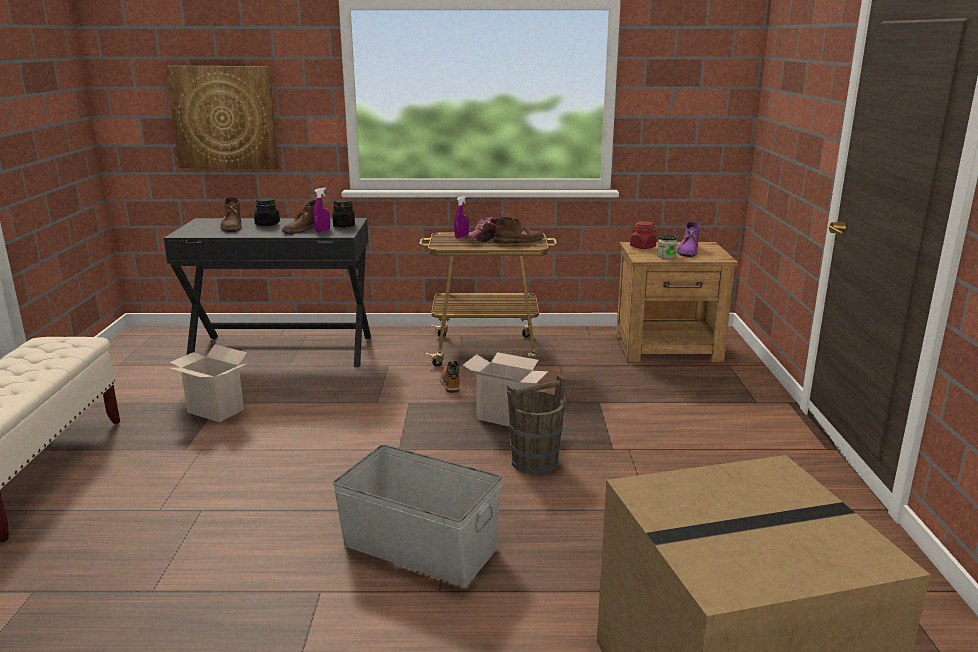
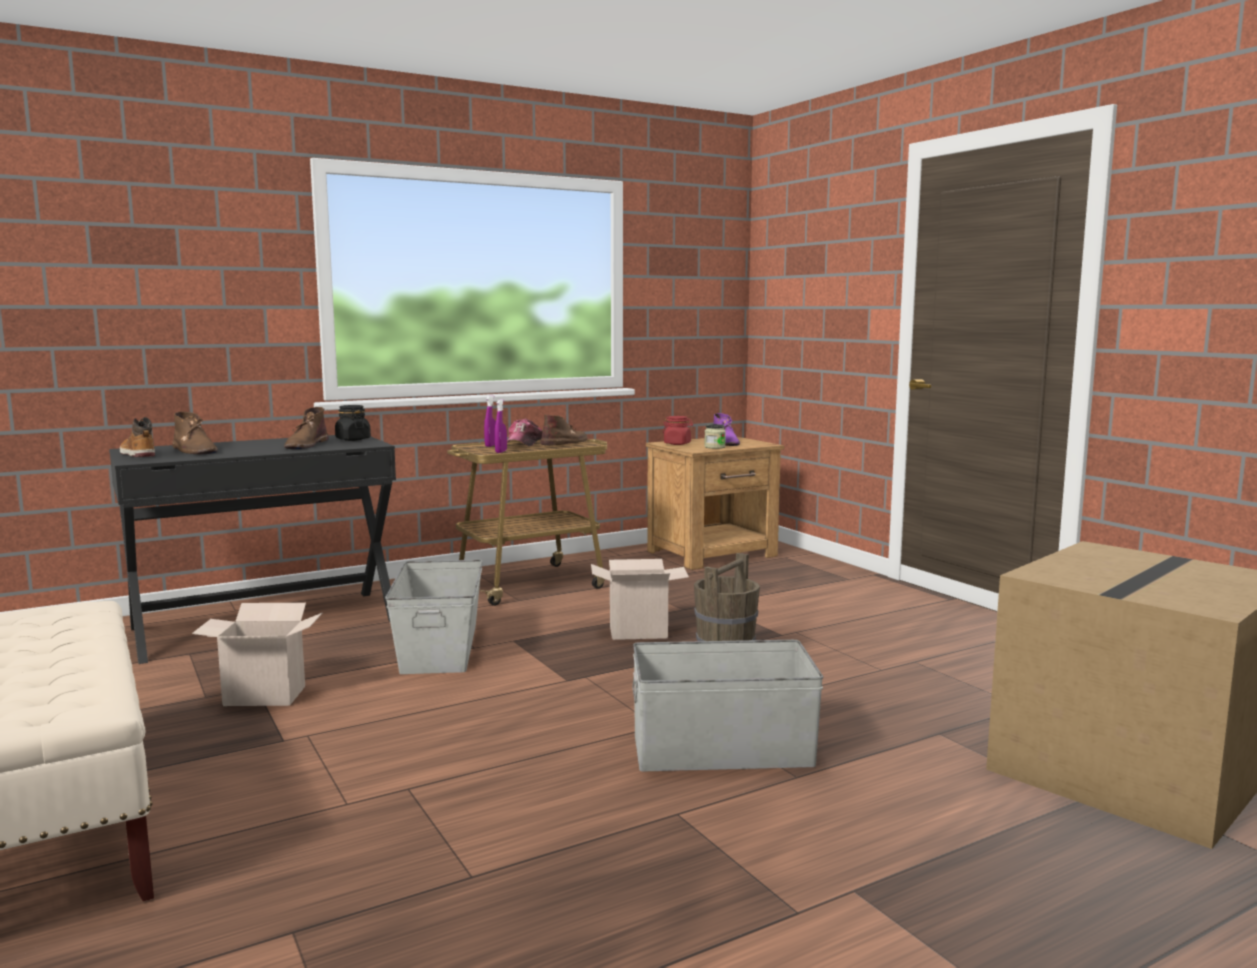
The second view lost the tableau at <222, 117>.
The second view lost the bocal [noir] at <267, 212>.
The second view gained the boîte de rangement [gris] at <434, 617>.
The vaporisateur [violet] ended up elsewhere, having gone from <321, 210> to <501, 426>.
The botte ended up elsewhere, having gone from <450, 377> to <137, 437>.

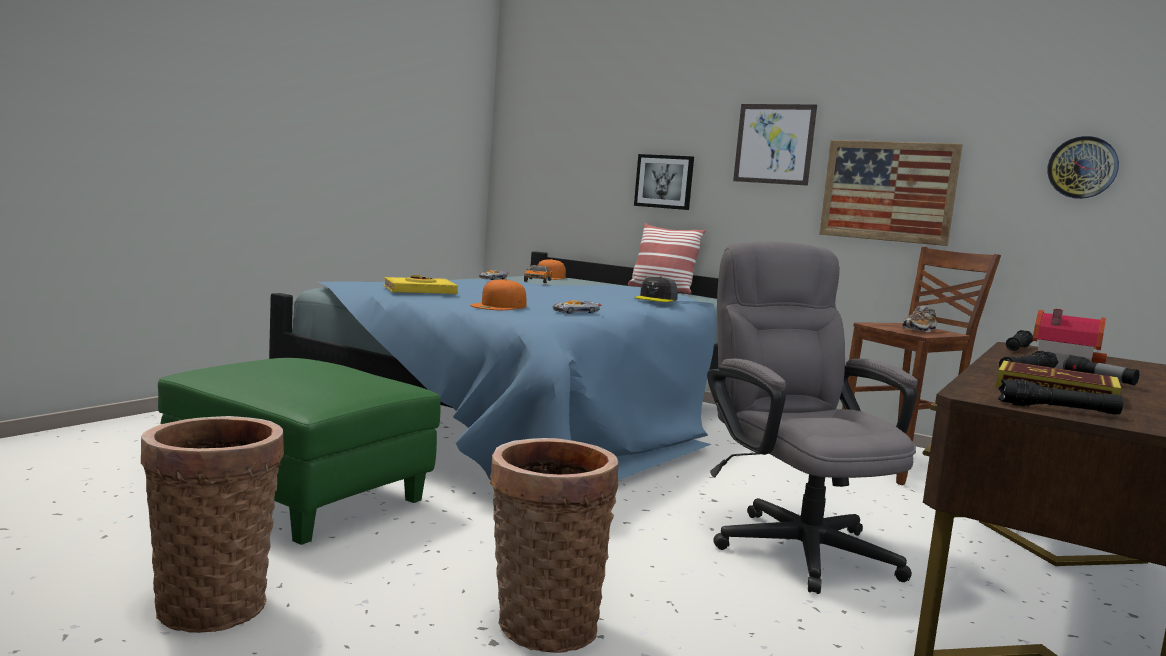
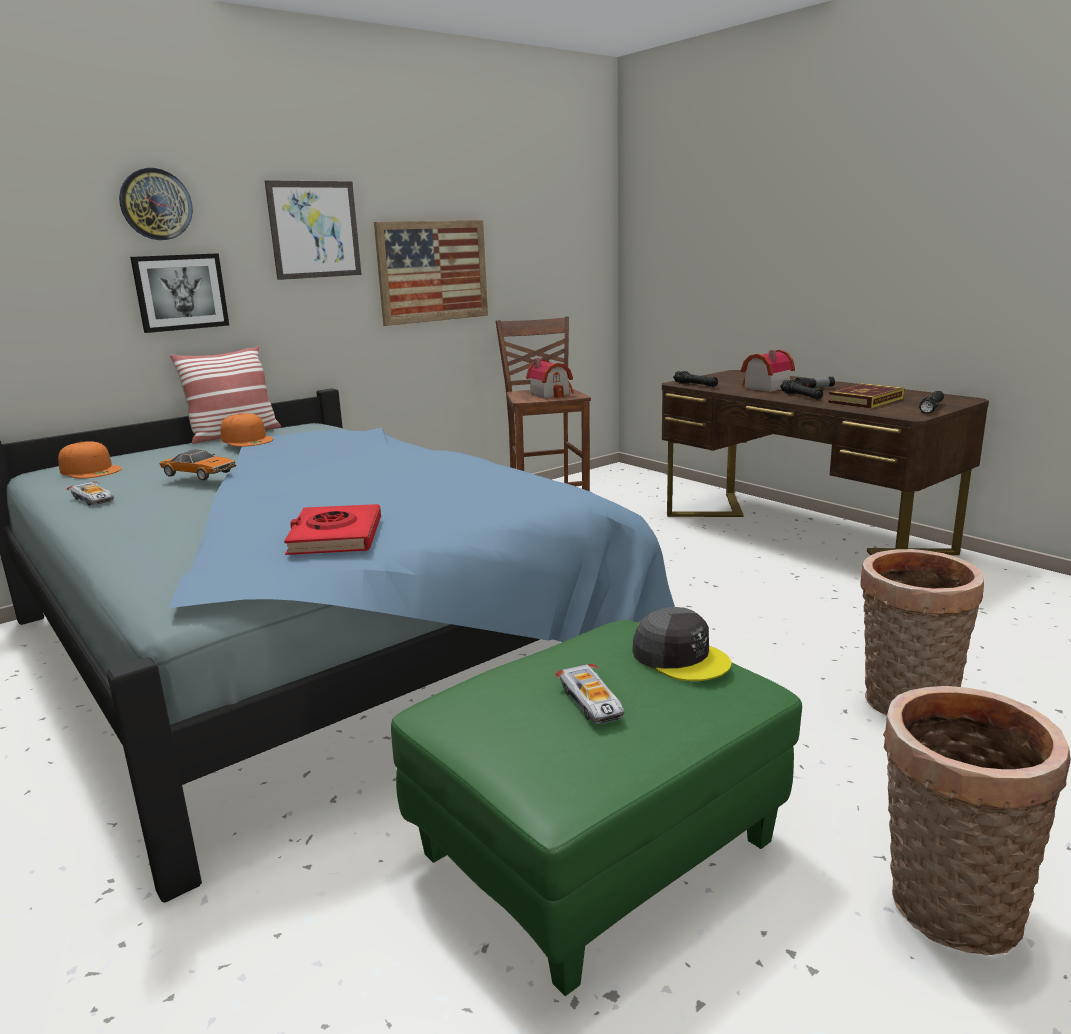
The second view lost the chaise de bureau [gris] at <812, 417>.
The casquette [orange] ended up elsewhere, having gone from <498, 294> to <246, 430>.
The petite voiture ended up elsewhere, having gone from <577, 307> to <589, 694>.
The casquette [gris] ended up elsewhere, having gone from <656, 289> to <682, 644>.
The horloge murale ended up elsewhere, having gone from <1083, 167> to <156, 204>.
Where the chaussure stood at <919, 319>, the maison miniature came to stand at <549, 378>.
What was the livre [jaune] at <421, 284> turned into the livre [rouge] at <332, 529>.

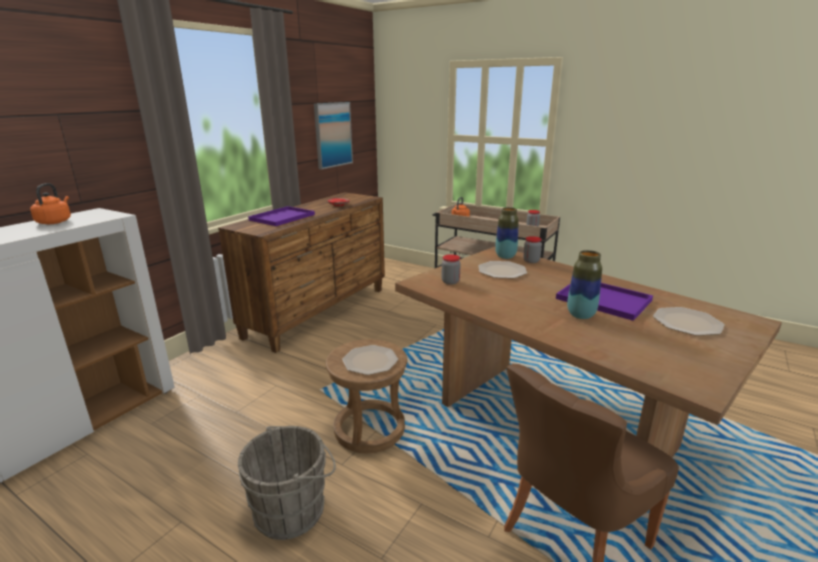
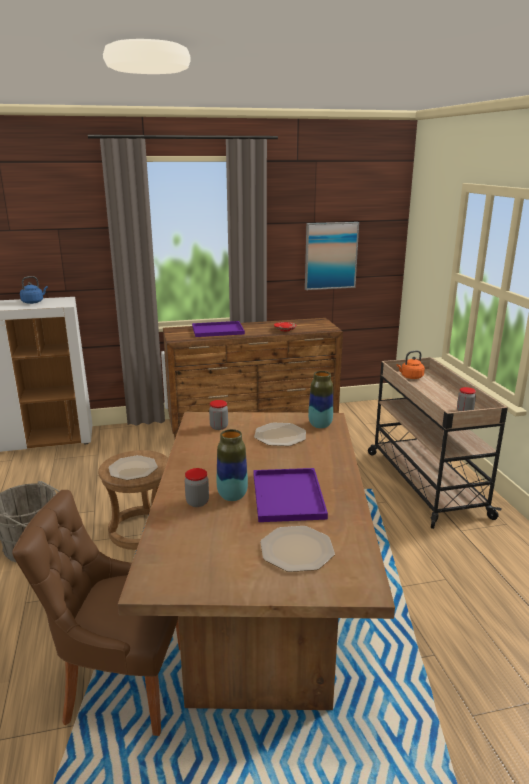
The bocal ended up elsewhere, having gone from <532, 249> to <197, 487>.
What was the bouilloire [orange] at <50, 203> turned into the bouilloire [bleu] at <34, 290>.

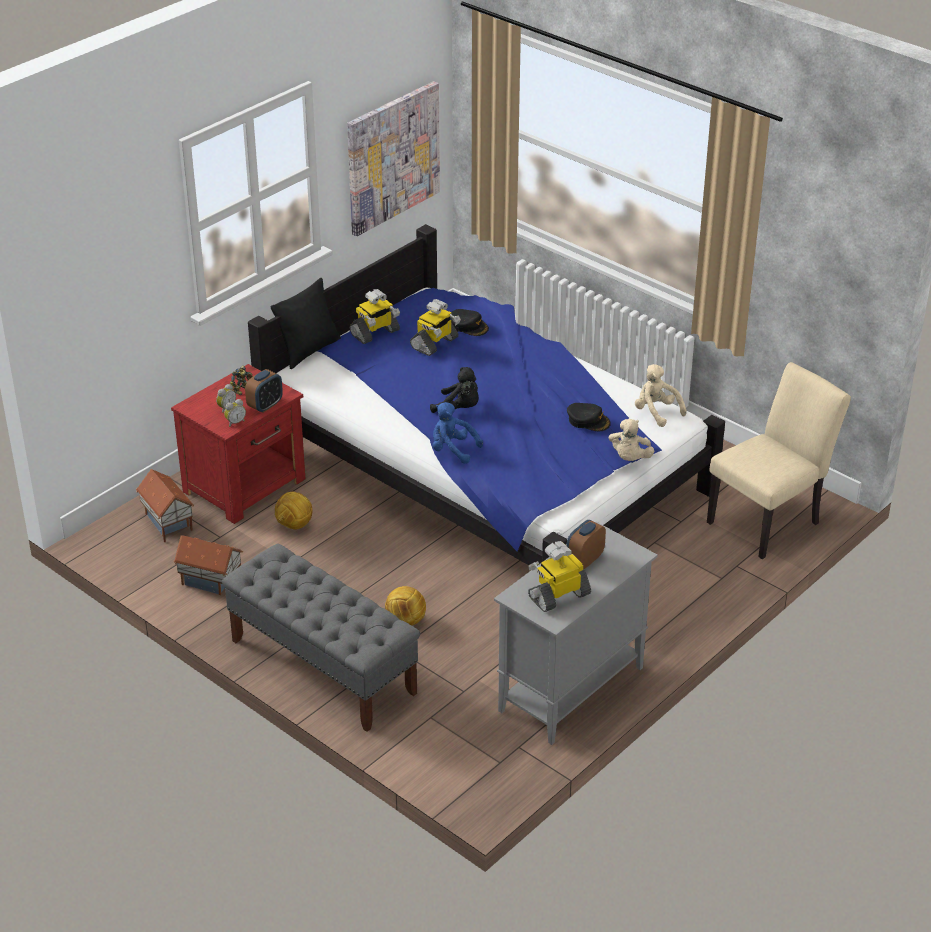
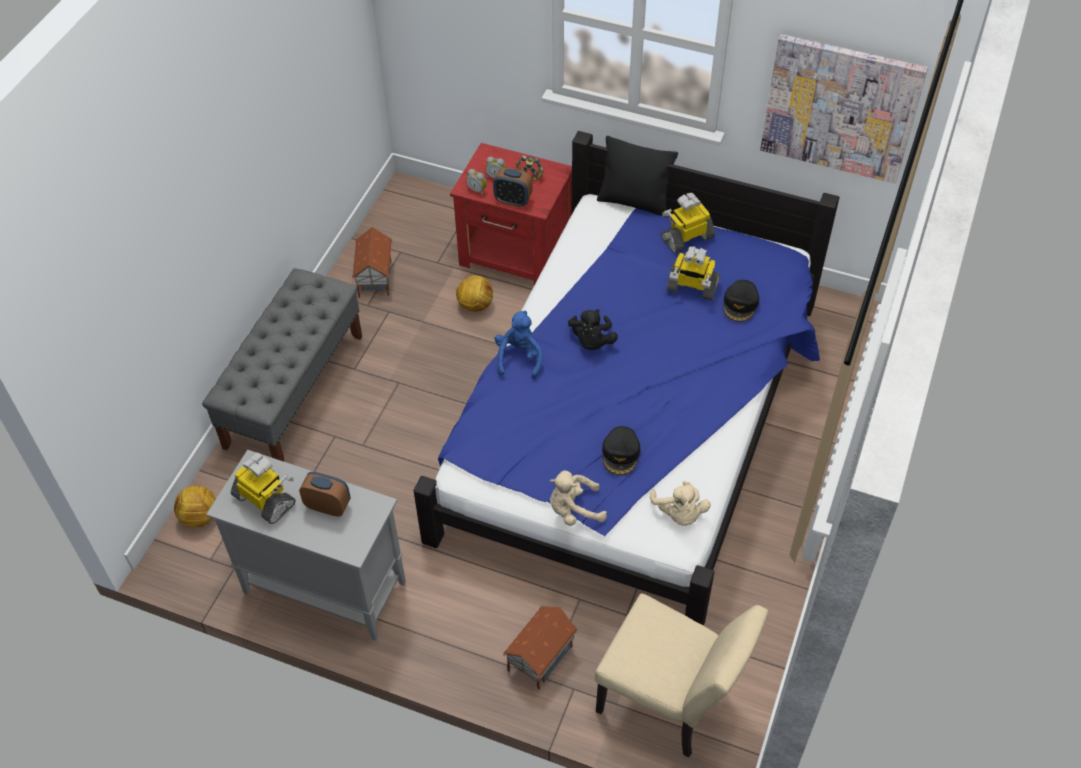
The maison miniature ended up elsewhere, having gone from <165, 505> to <540, 647>.
The ballon de foot ended up elsewhere, having gone from <405, 605> to <195, 507>.
The robot jouet at <375, 316> ended up facing another way, 120 degrees clockwise from before.
The peluche [beige] at <661, 395> ended up facing another way, 135 degrees clockwise from before.

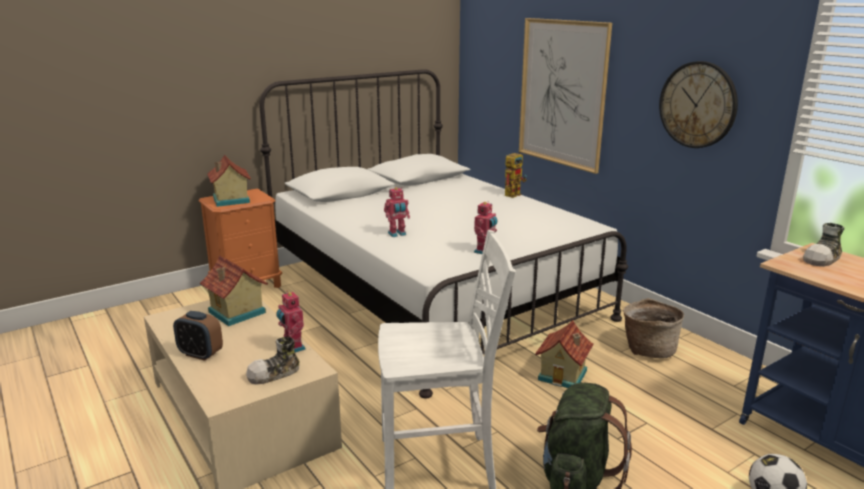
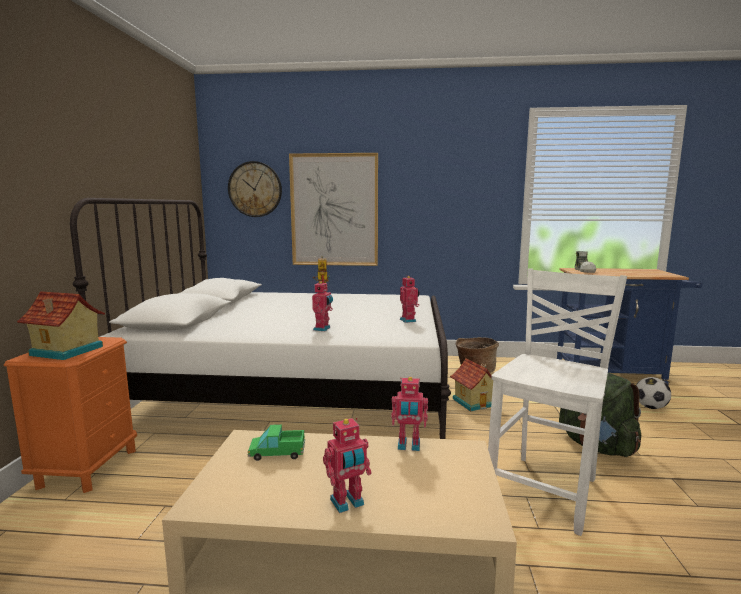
The second view lost the chaussure at <273, 361>.
The horloge murale ended up elsewhere, having gone from <698, 104> to <255, 189>.
Where the réveil stood at <198, 336>, the robot jouet came to stand at <347, 465>.
Where the maison miniature stood at <234, 291>, the camion jouet came to stand at <276, 442>.

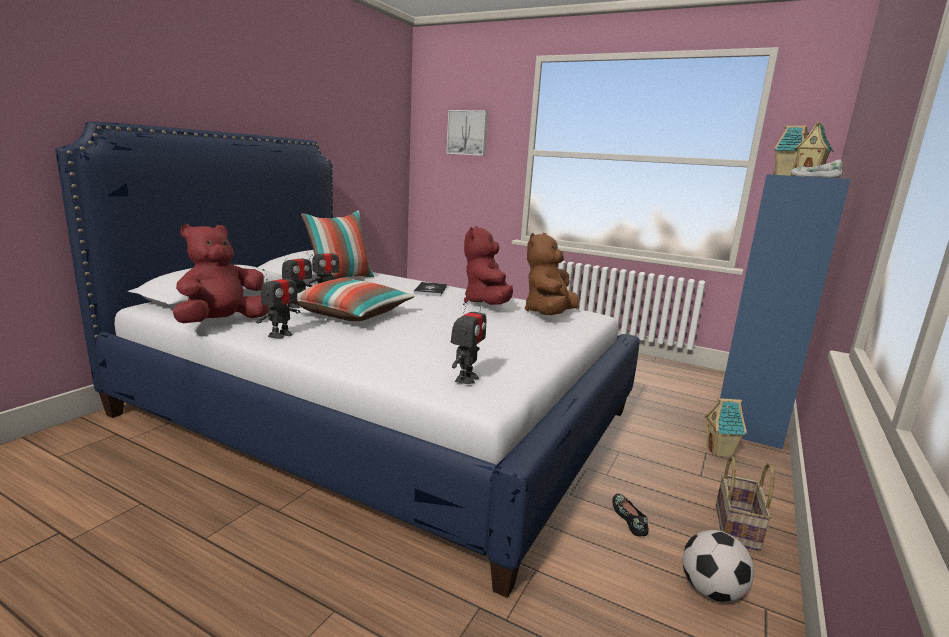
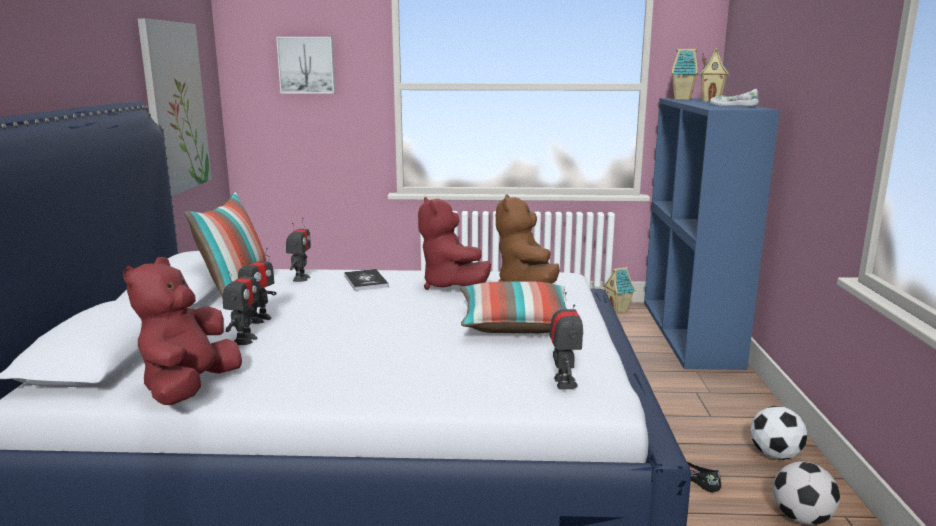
The second view gained the tableau at <175, 107>.
The robot jouet ended up elsewhere, having gone from <278, 302> to <298, 250>.
The coussin ended up elsewhere, having gone from <353, 299> to <513, 307>.
The maison miniature ended up elsewhere, having gone from <725, 427> to <619, 290>.
Where the panier stood at <745, 503>, the ballon de foot came to stand at <779, 433>.

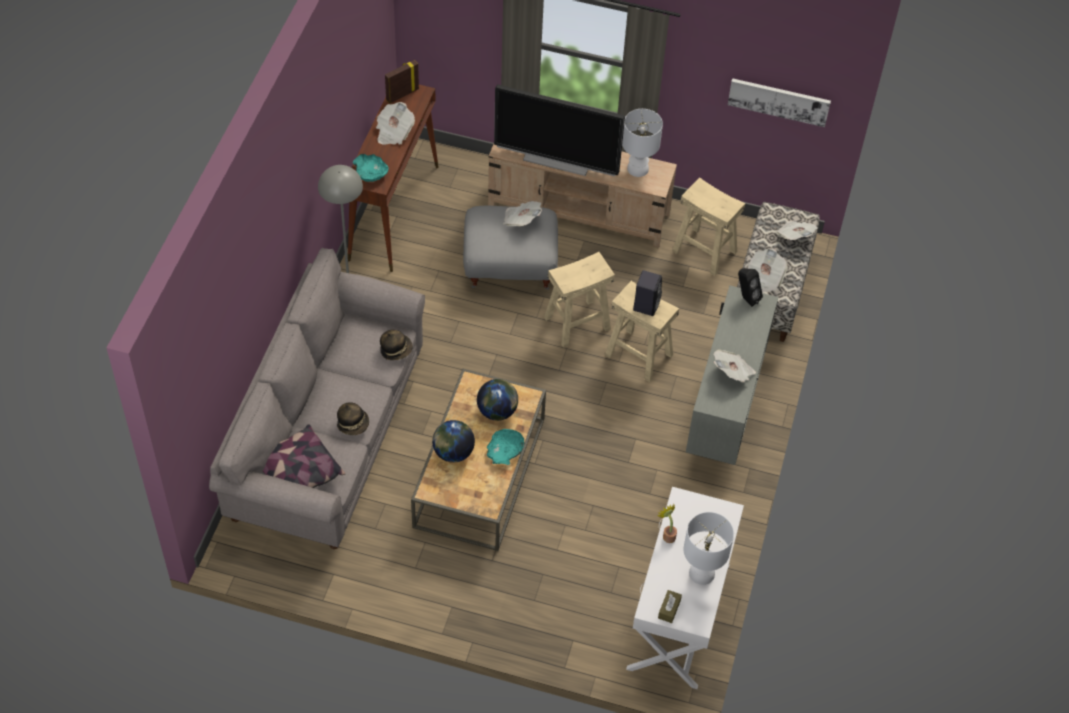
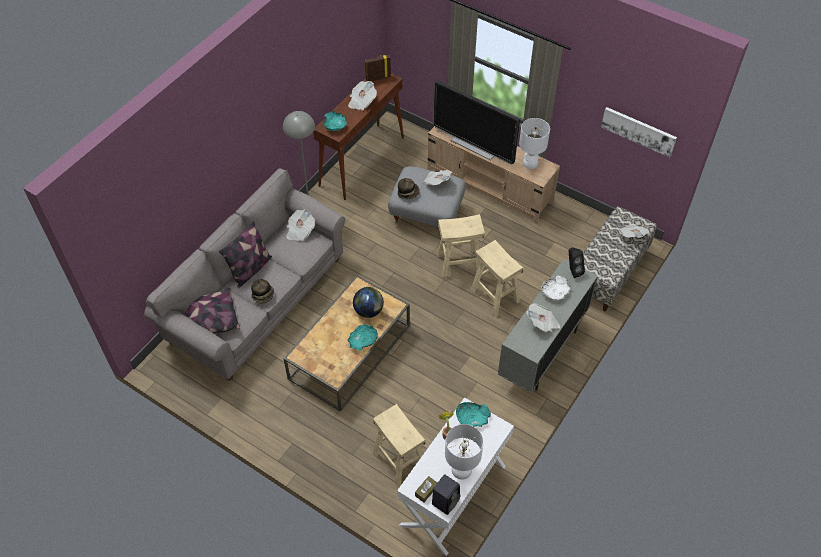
The second view lost the globe at <453, 441>.
The second view gained the coussin at <245, 254>.
The second view gained the bol [turquoise] at <473, 414>.
The second view gained the bol [blanc] at <556, 288>.
The chapeau ended up elsewhere, having gone from <396, 345> to <409, 188>.
The enceinte [noir] ended up elsewhere, having gone from <647, 293> to <446, 494>.
The tabouret [beige] ended up elsewhere, having gone from <708, 226> to <398, 445>.
The journal ended up elsewhere, having gone from <767, 270> to <300, 225>.

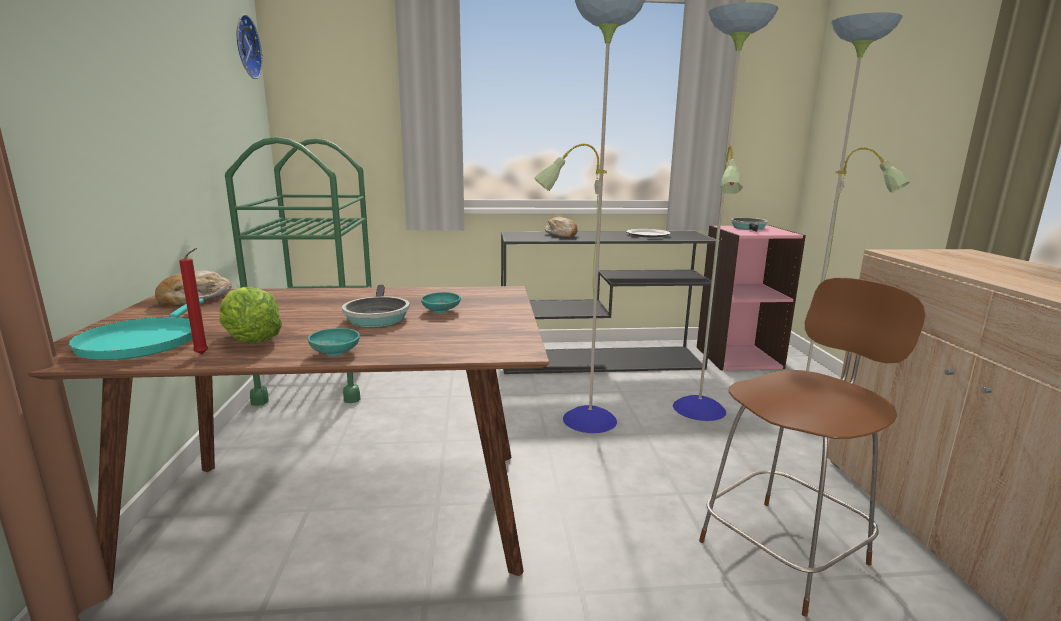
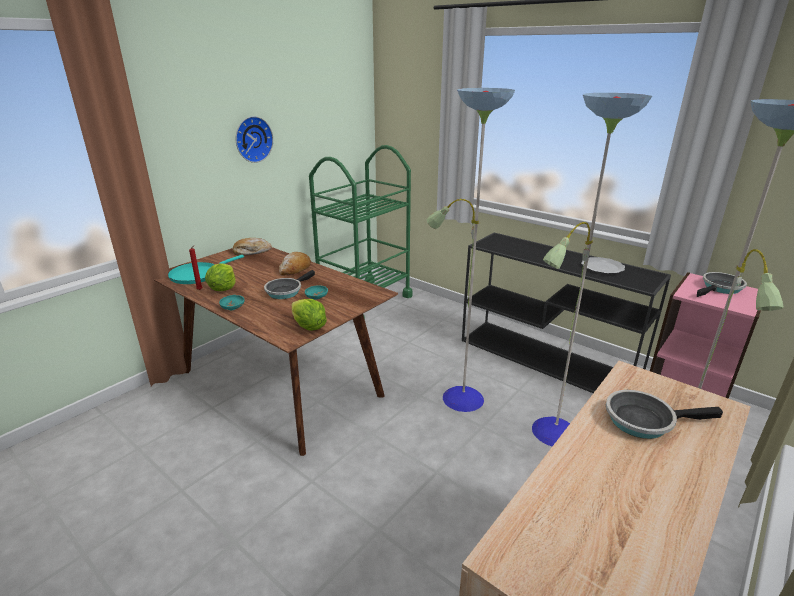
The second view lost the tabouret [marron] at <812, 447>.
The second view gained the laitue at <309, 315>.
The second view gained the poêle at <664, 414>.
The horloge murale ended up elsewhere, having gone from <249, 46> to <254, 139>.
The pain ended up elsewhere, having gone from <561, 227> to <295, 263>.

